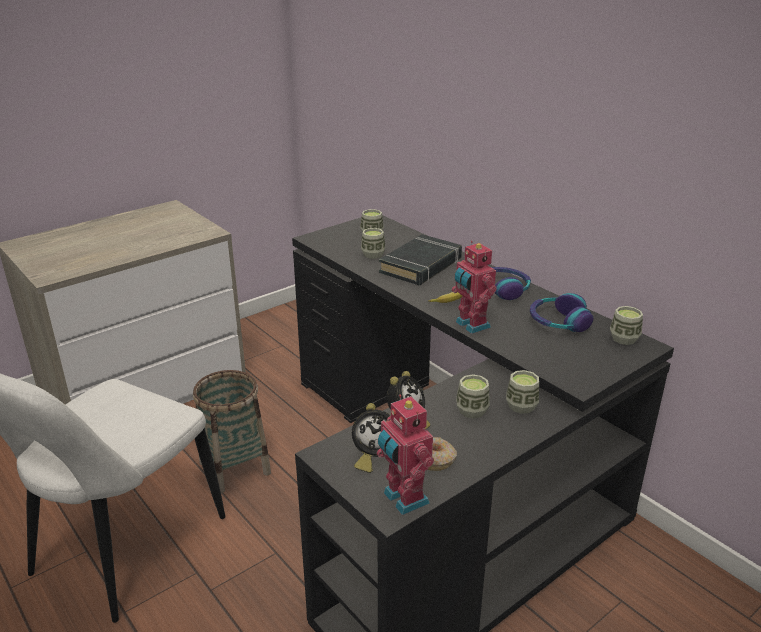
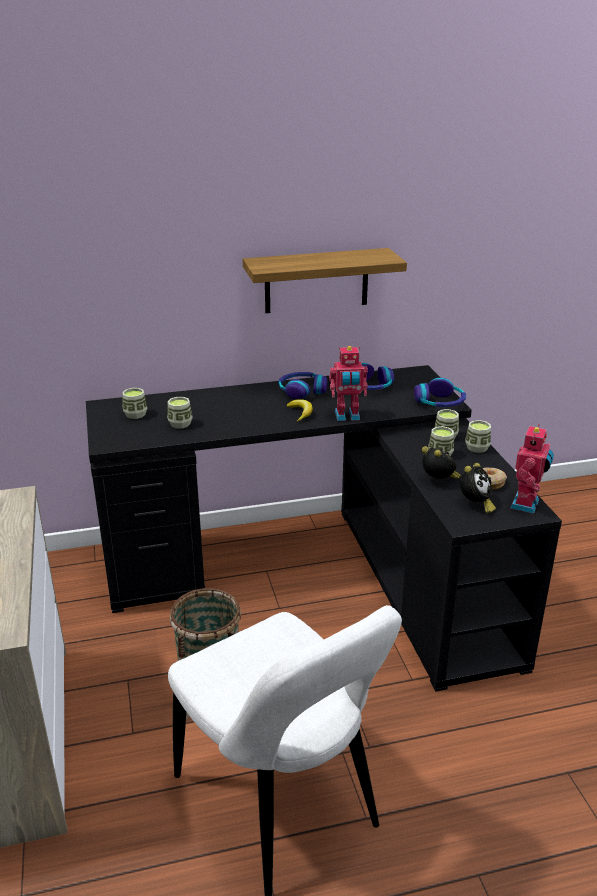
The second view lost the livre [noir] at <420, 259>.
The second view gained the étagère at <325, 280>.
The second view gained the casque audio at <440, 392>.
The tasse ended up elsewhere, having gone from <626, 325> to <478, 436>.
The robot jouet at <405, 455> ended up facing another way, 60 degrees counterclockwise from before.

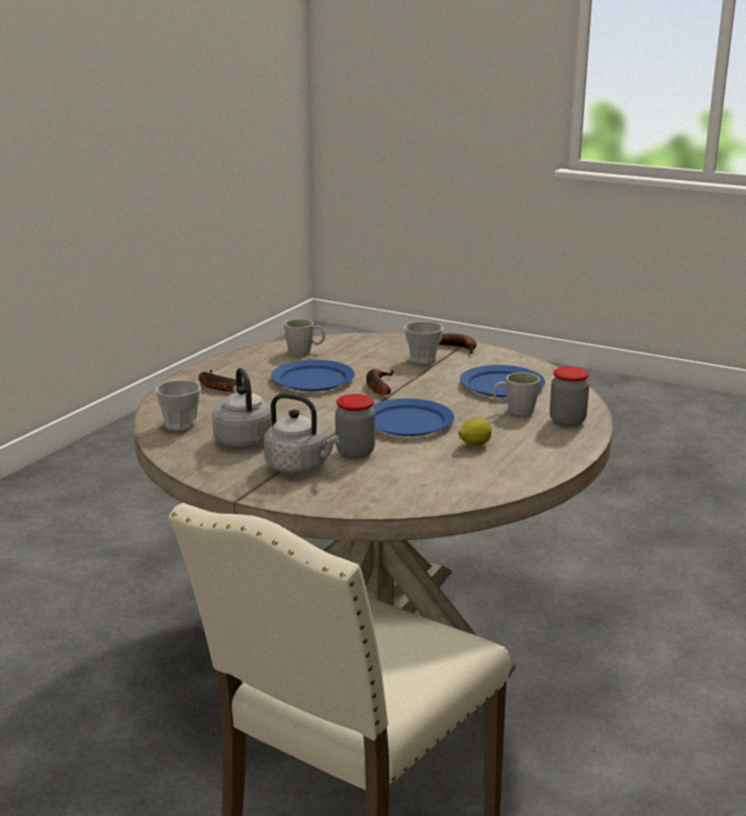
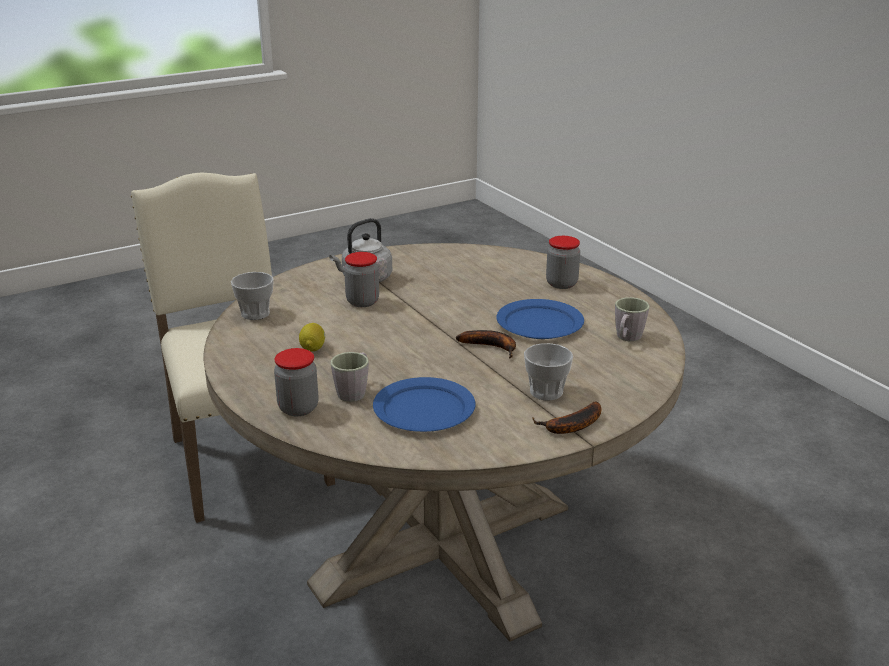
The second view lost the bouilloire [gris] at <242, 407>.
The second view lost the assiette [bleu] at <413, 417>.
The tasse ended up elsewhere, having gone from <178, 405> to <252, 296>.
Where the banane stood at <222, 381>, the bocal came to stand at <563, 262>.

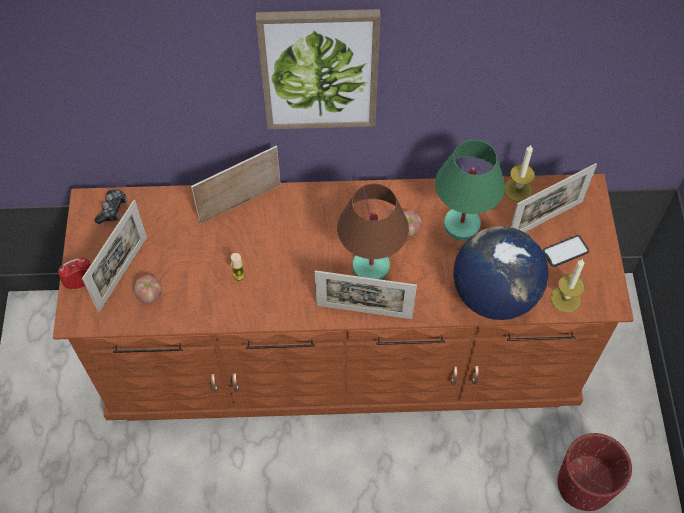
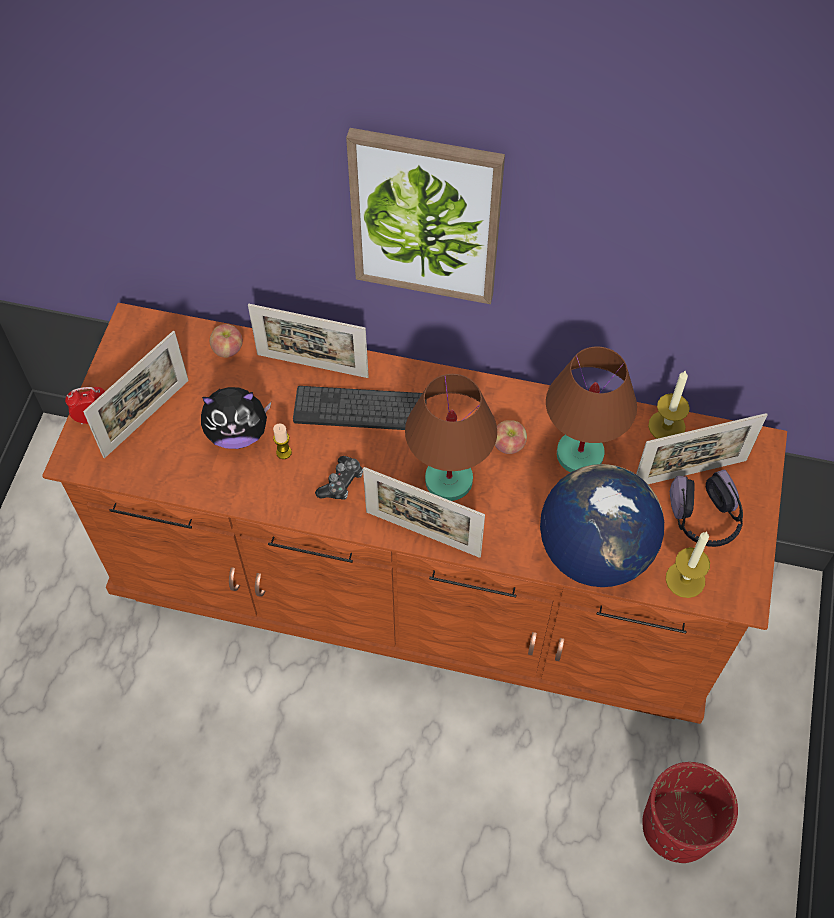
The second view gained the peluche at <236, 418>.
The second view gained the clavier at <360, 408>.
The manette ended up elsewhere, having gone from <110, 206> to <339, 478>.
The pomme ended up elsewhere, having gone from <148, 289> to <226, 341>.
Where the téléphone stood at <565, 251>, the casque audio came to stand at <706, 508>.
What was the lampe de table [vert] at <470, 190> turned into the lampe de table [marron] at <591, 409>.
The cadre photo at <236, 185> ended up facing another way, 150 degrees counterclockwise from before.

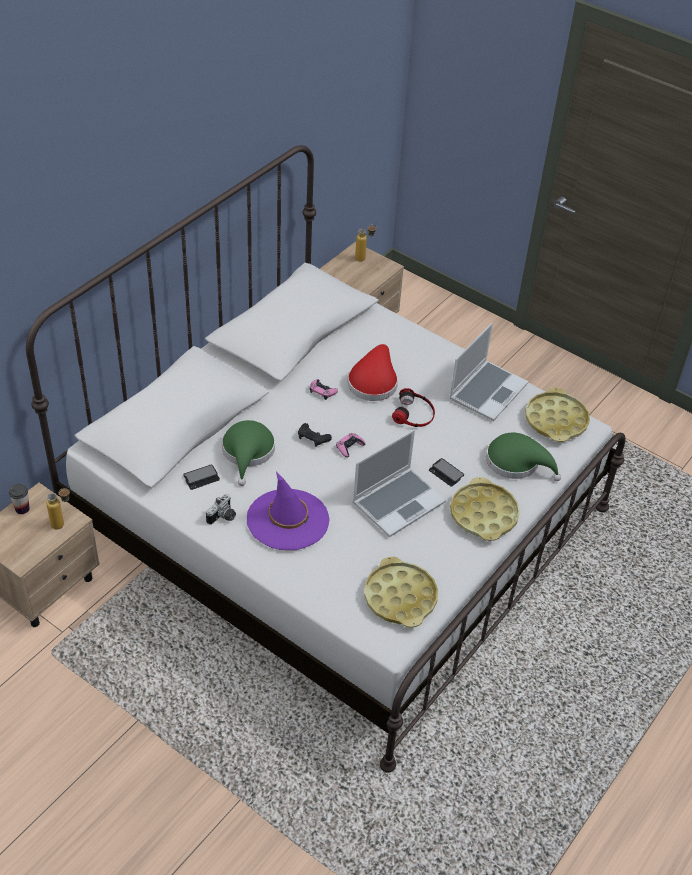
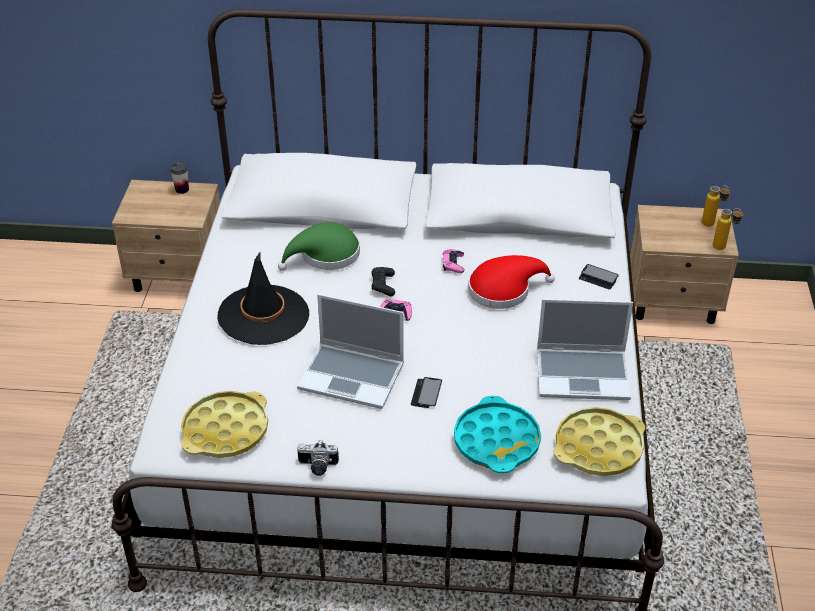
The second view lost the casque audio at <413, 407>.
The second view lost the plateau [jaune] at <485, 509>.
The bouteille ended up elsewhere, having gone from <58, 509> to <728, 229>.
The téléphone ended up elsewhere, having gone from <201, 477> to <599, 276>.
The appareil photo ended up elsewhere, having gone from <221, 509> to <318, 458>.
Where the chapeau [vert] stood at <523, 457>, the plateau [turquoise] came to stand at <497, 434>.
What was the chapeau [violet] at <288, 511> turned into the chapeau [noir] at <263, 298>.

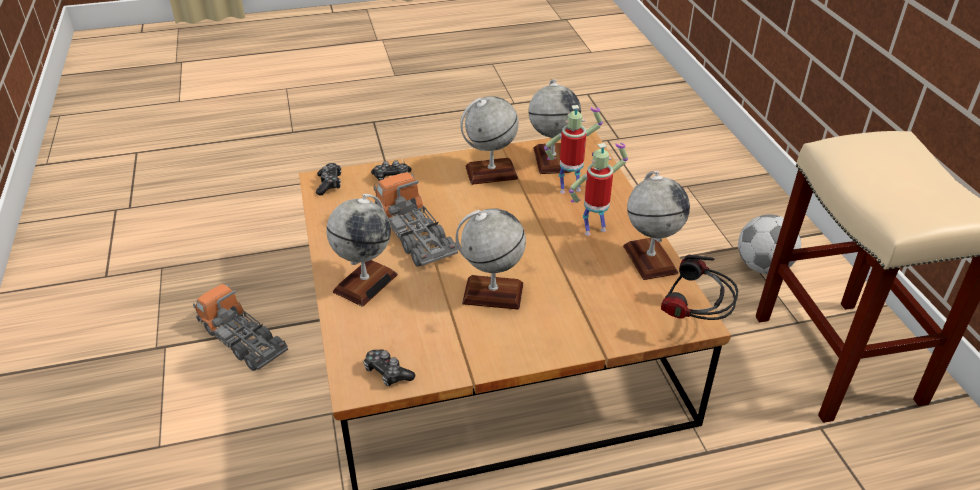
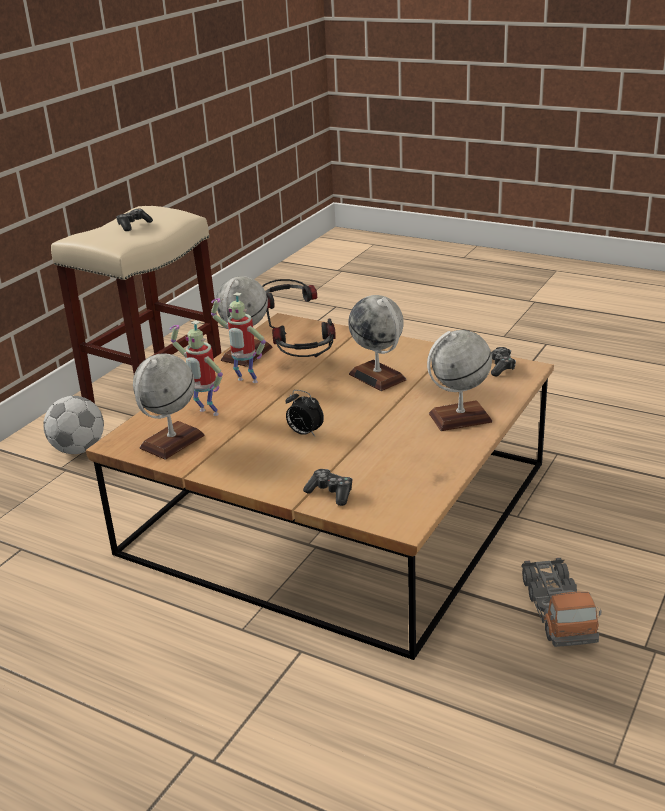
The second view lost the camion jouet at <415, 219>.
The second view lost the globe at <489, 140>.
The second view gained the casque audio at <304, 337>.
The second view gained the réveil at <304, 413>.
The manette ended up elsewhere, having gone from <328, 179> to <134, 220>.

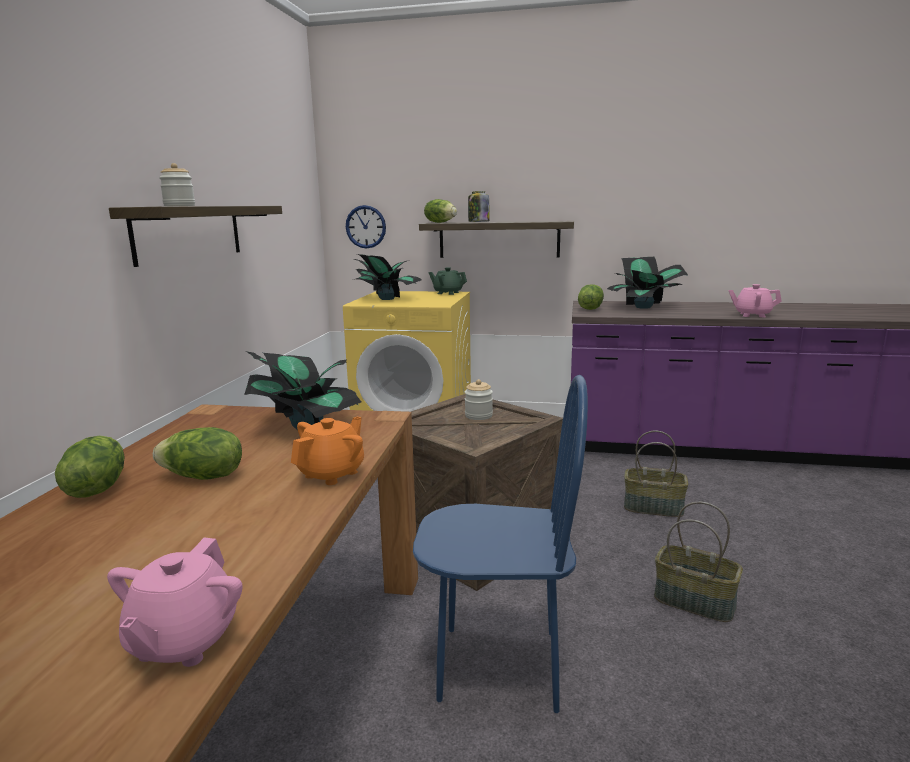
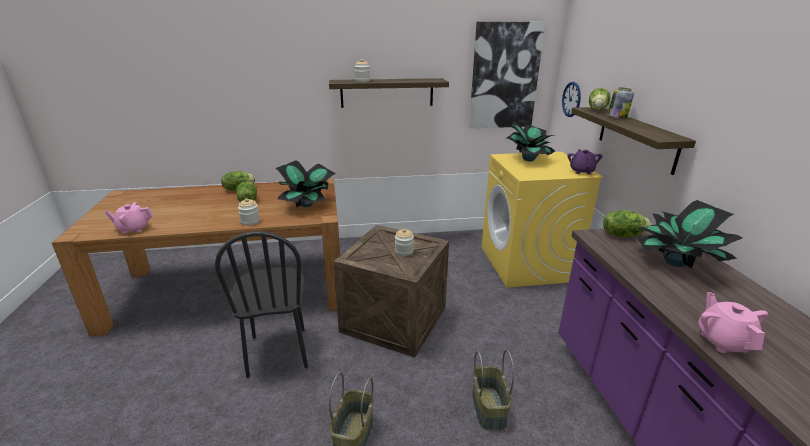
The second view gained the tableau at <507, 75>.
Where the théière [orange] stood at <327, 451>, the bocal came to stand at <249, 211>.
What was the chaise [bleu] at <500, 544> turned into the chaise [noir] at <261, 304>.
What was the théière [vert] at <447, 281> turned into the théière [violet] at <585, 161>.

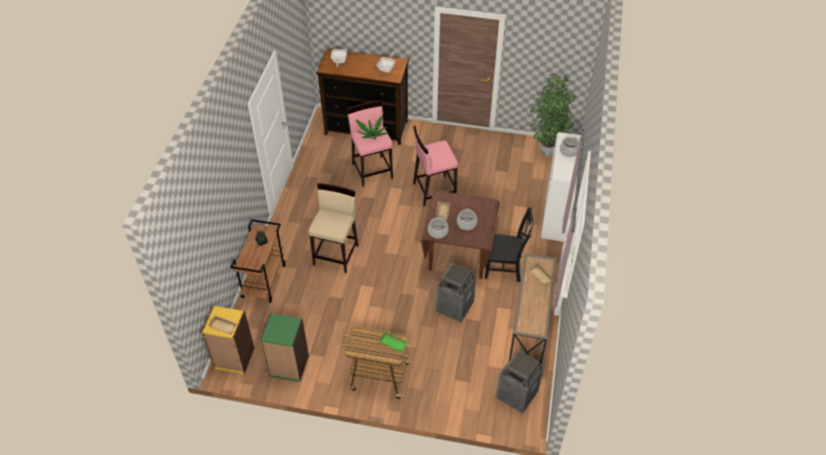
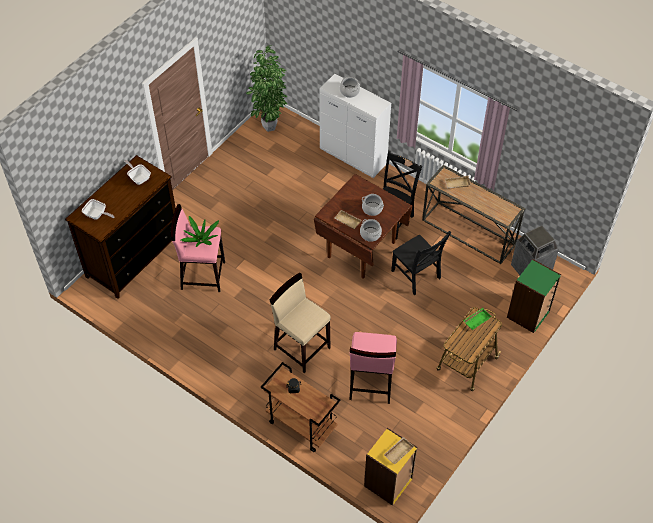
The bibliothèque [vert] ended up elsewhere, having gone from <284, 347> to <534, 296>.
The tabouret [rose] ended up elsewhere, having gone from <435, 166> to <373, 368>.
Where the poubelle stood at <455, 292>, the chaise [noir] came to stand at <421, 263>.

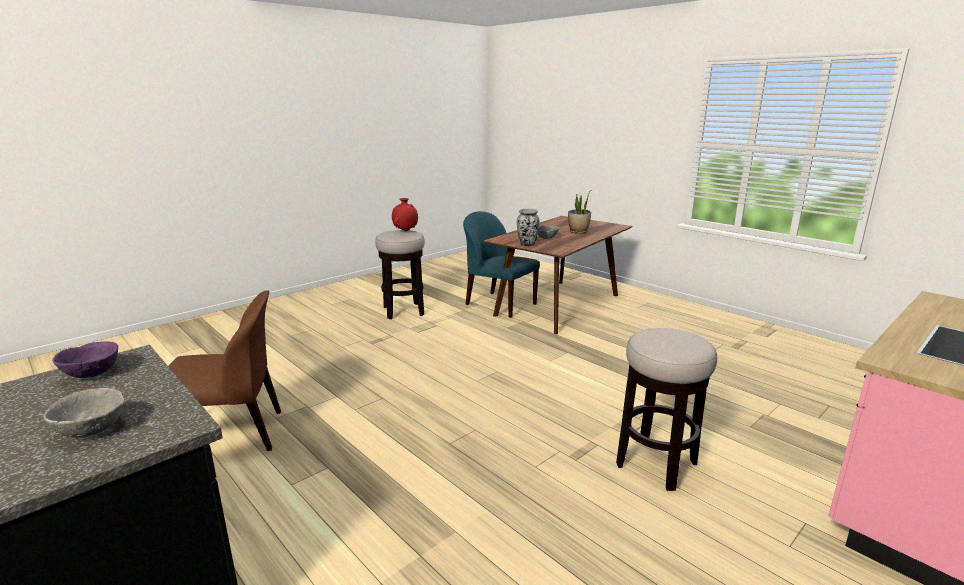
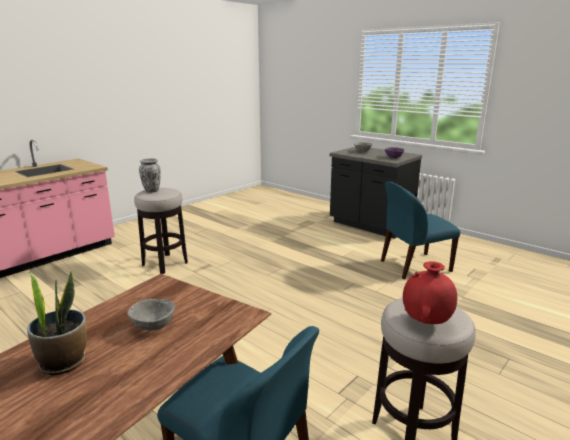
The vase ended up elsewhere, having gone from <528, 227> to <150, 175>.
What was the chaise [marron] at <224, 370> turned into the chaise [bleu] at <420, 230>.

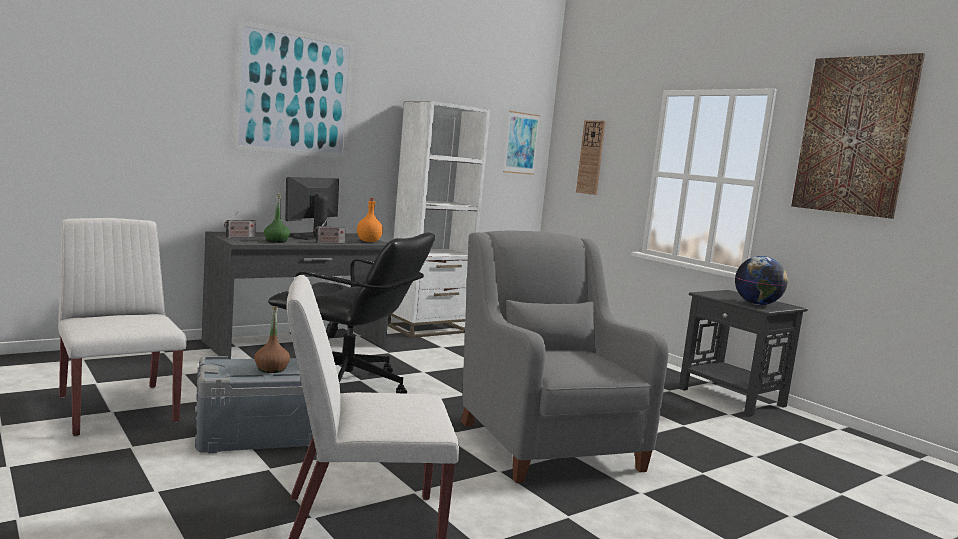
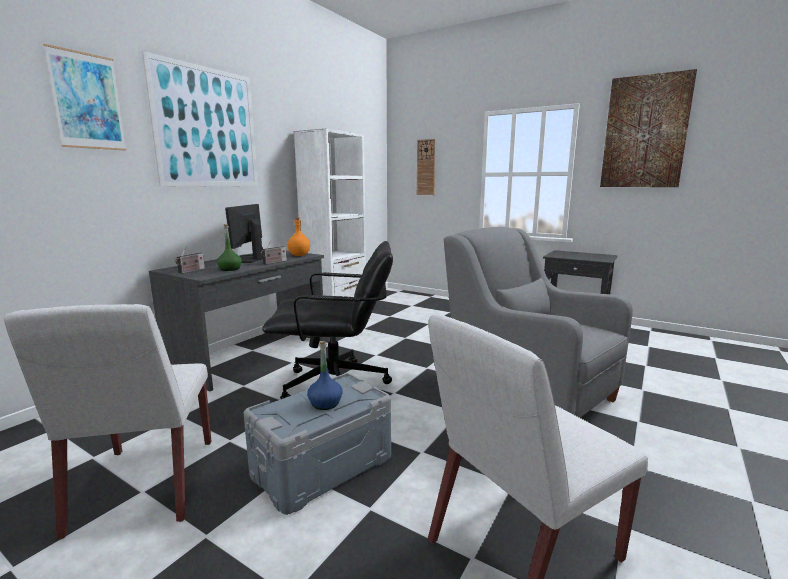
The second view lost the globe at <761, 280>.
The tableau ended up elsewhere, having gone from <521, 143> to <85, 97>.
What was the bouteille [marron] at <272, 339> turned into the bouteille [bleu] at <325, 375>.
The chaise [blanc] at <122, 327> ended up facing another way, 135 degrees counterclockwise from before.

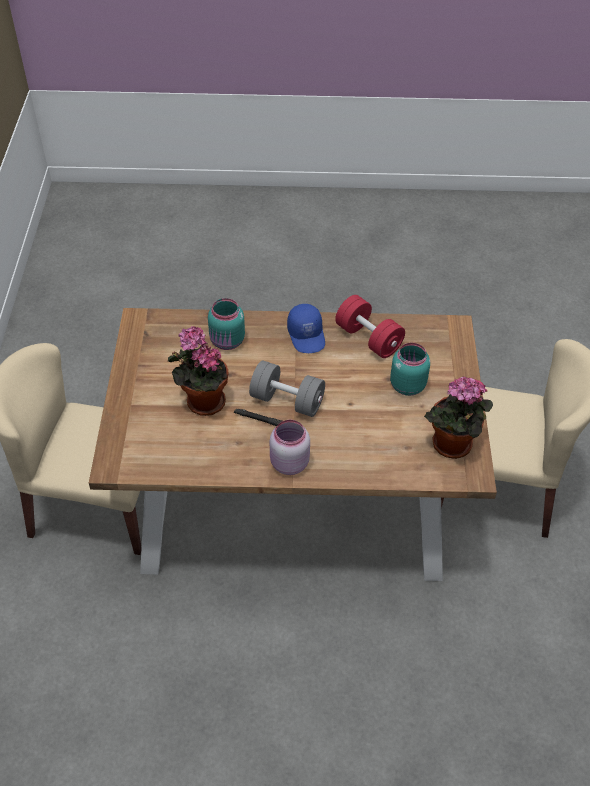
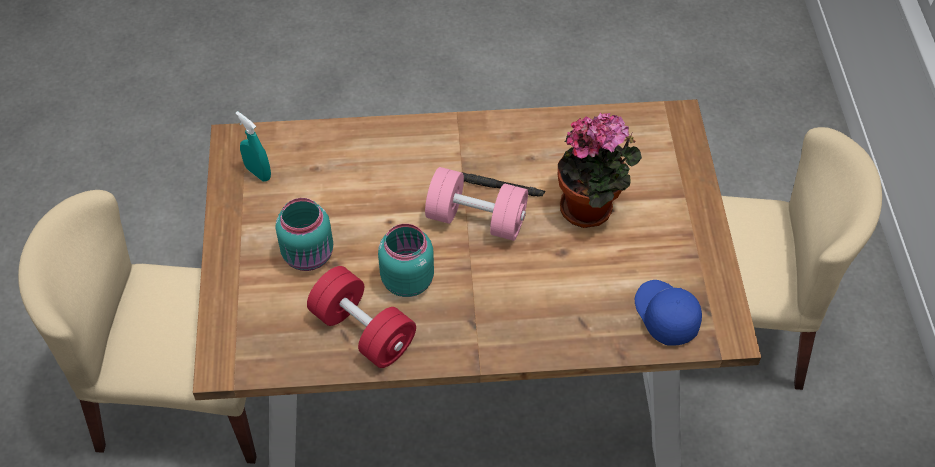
The second view lost the bocal [rose] at <290, 447>.
The bocal [turquoise] ended up elsewhere, having gone from <226, 324> to <406, 260>.
The casquette [bleu] ended up elsewhere, having gone from <306, 328> to <668, 313>.
Where the plante en pot stood at <458, 418>, the vaporisateur [turquoise] came to stand at <253, 146>.
What was the haltère [gris] at <287, 388> turned into the haltère [rose] at <476, 204>.

